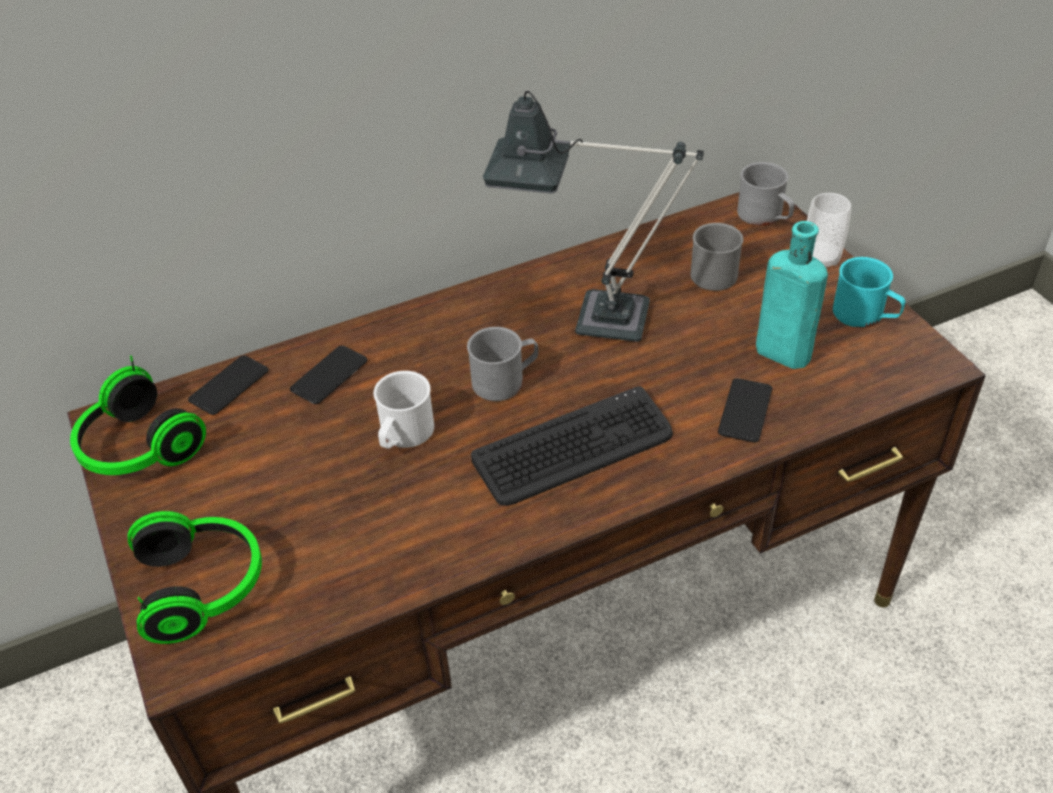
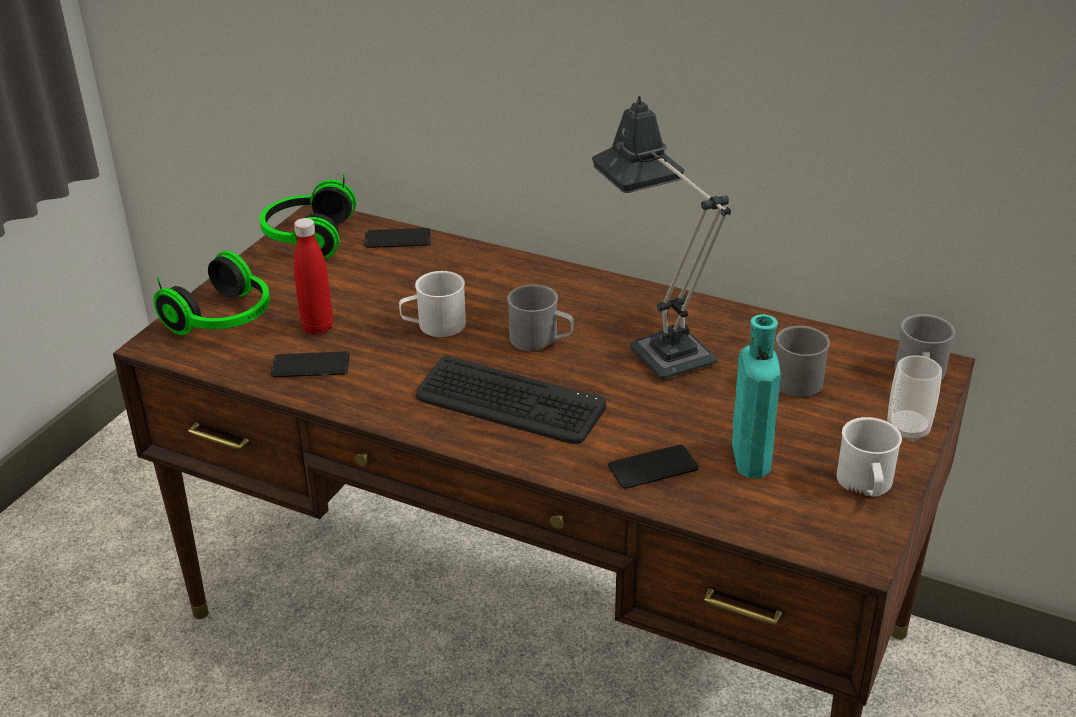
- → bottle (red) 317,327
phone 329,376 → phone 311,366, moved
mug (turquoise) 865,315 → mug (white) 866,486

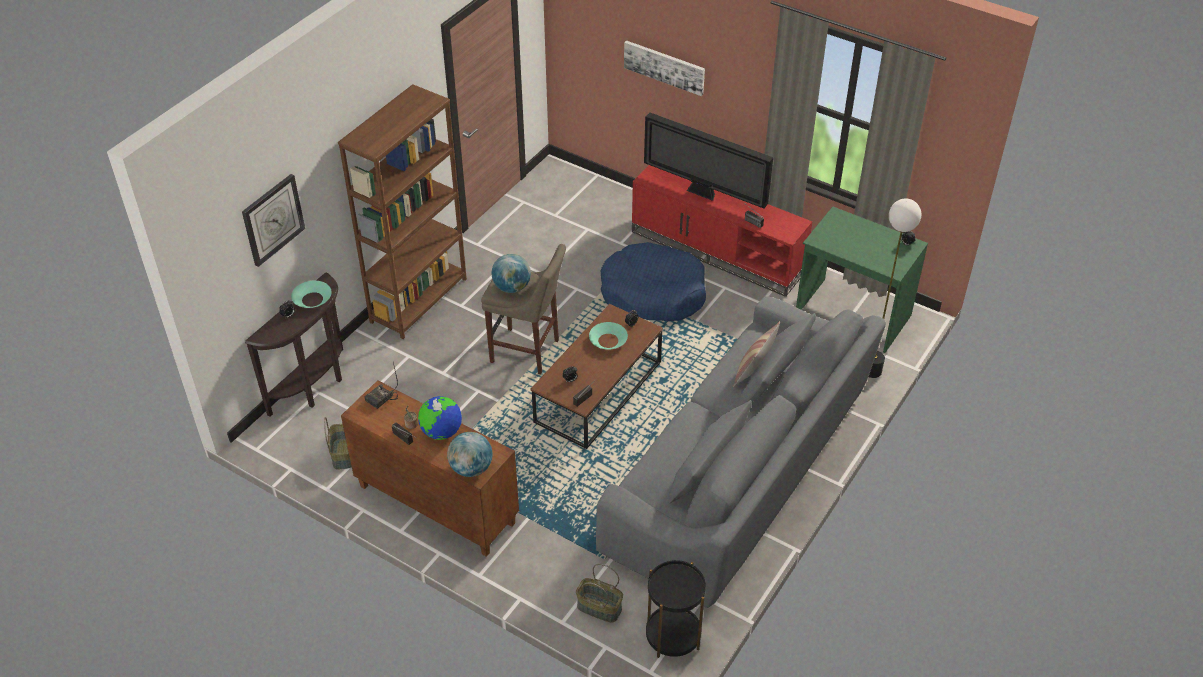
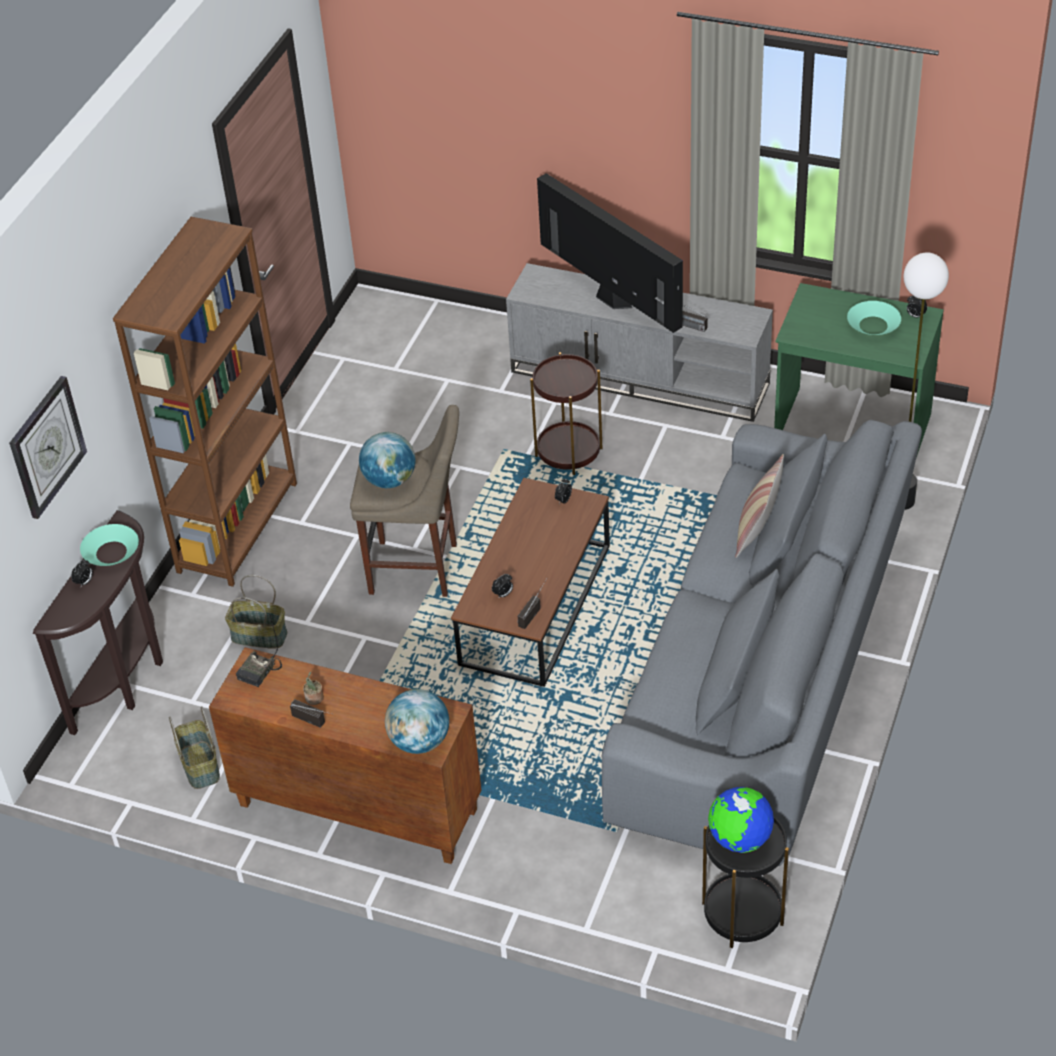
picture 664,67 → -
globe 441,432 → globe 740,839, moved
basket 598,608 → basket 258,636, moved
bowl (turquoise) 608,340 → bowl (turquoise) 873,325, moved
dog bed (blue) 653,293 → side table (brown) 568,452
tv stand (red) 718,252 → tv stand (grey) 641,377
television 703,194 → television 611,299, 150 degrees counterclockwise

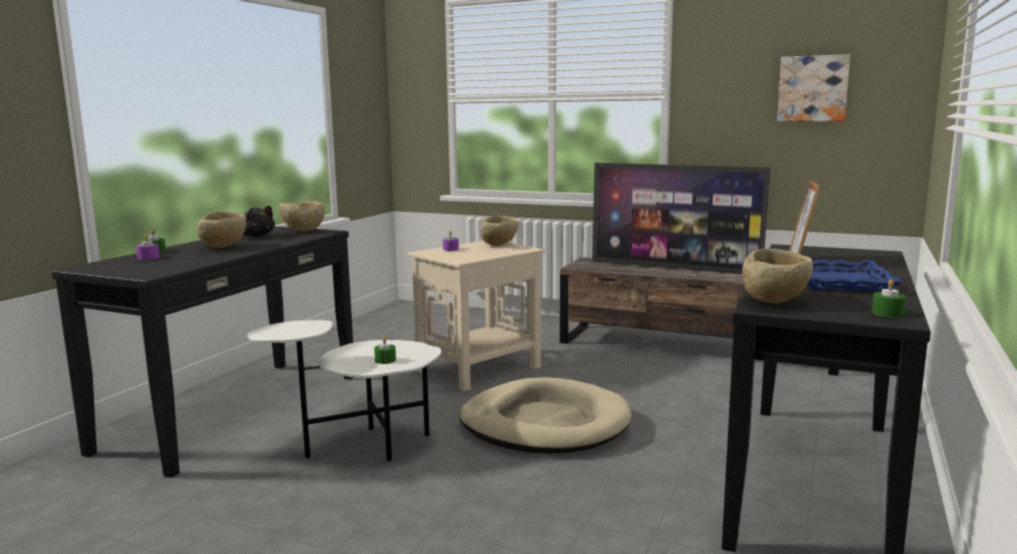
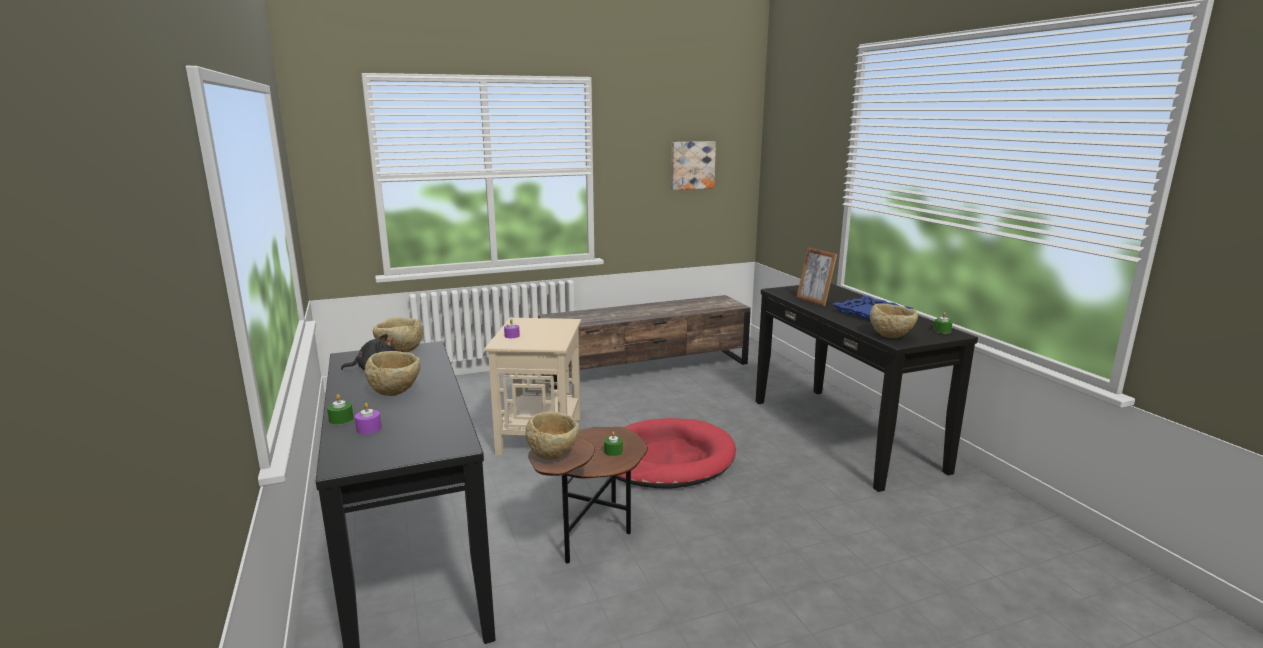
television 674,268 → -
bowl (beige) 499,245 → bowl (beige) 554,454, moved
side table (white) 362,447 → side table (brown) 590,534
dog bed (beige) 545,424 → dog bed (red) 667,459

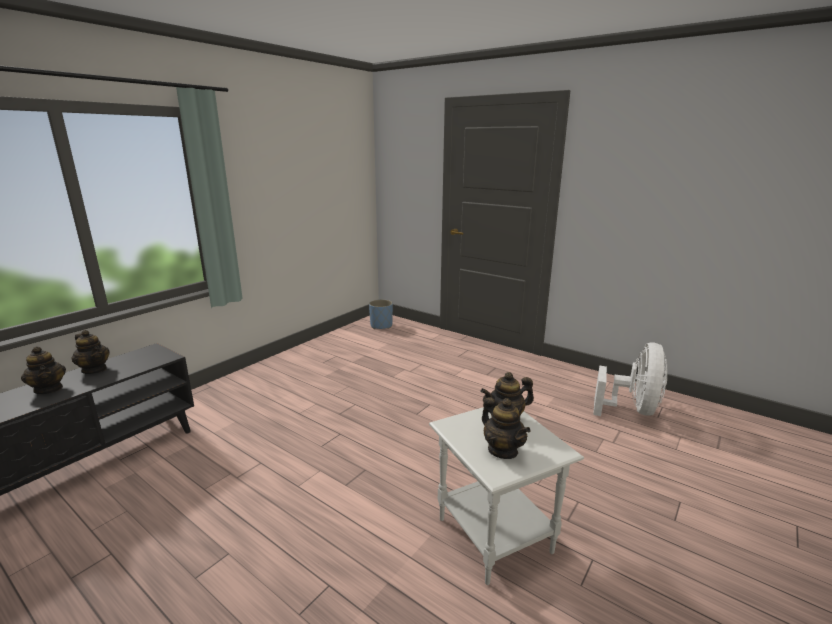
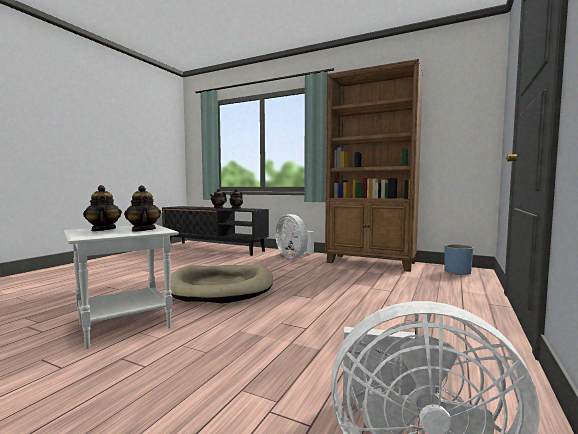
- → dog bed (beige) 221,287
- → fan (white) 294,257
- → bookcase (brown) 371,263
teapot 502,450 → teapot 103,230, 105 degrees clockwise

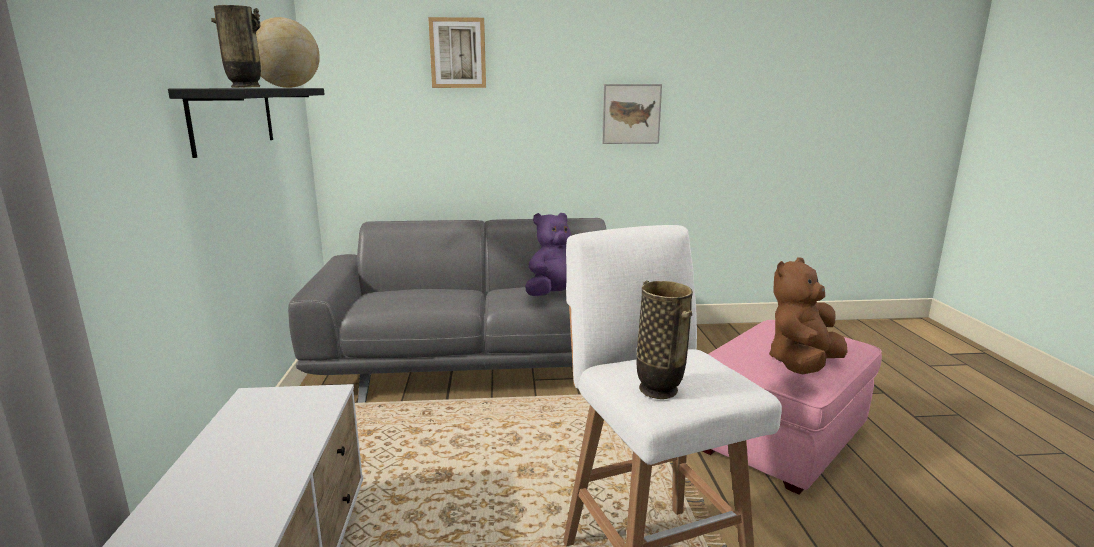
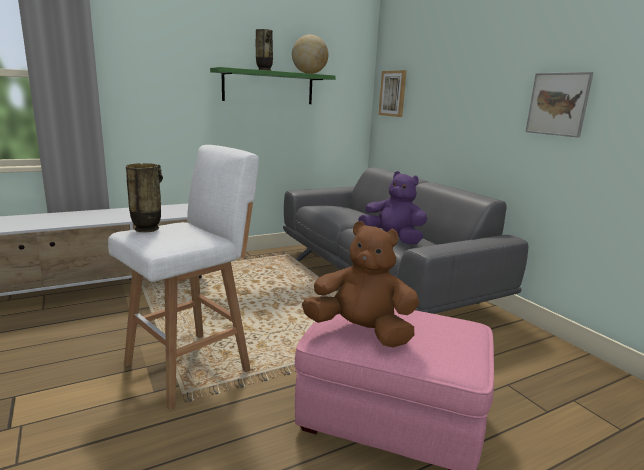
picture 458,53 → picture 393,93, moved
shelf (black) 233,118 → shelf (green) 268,87

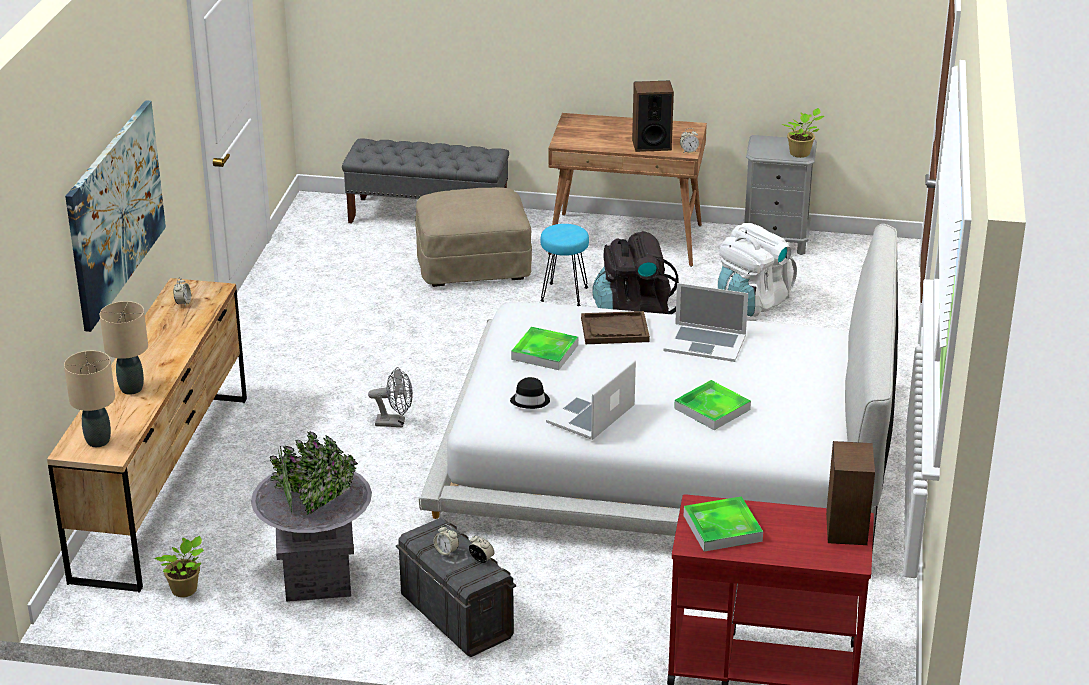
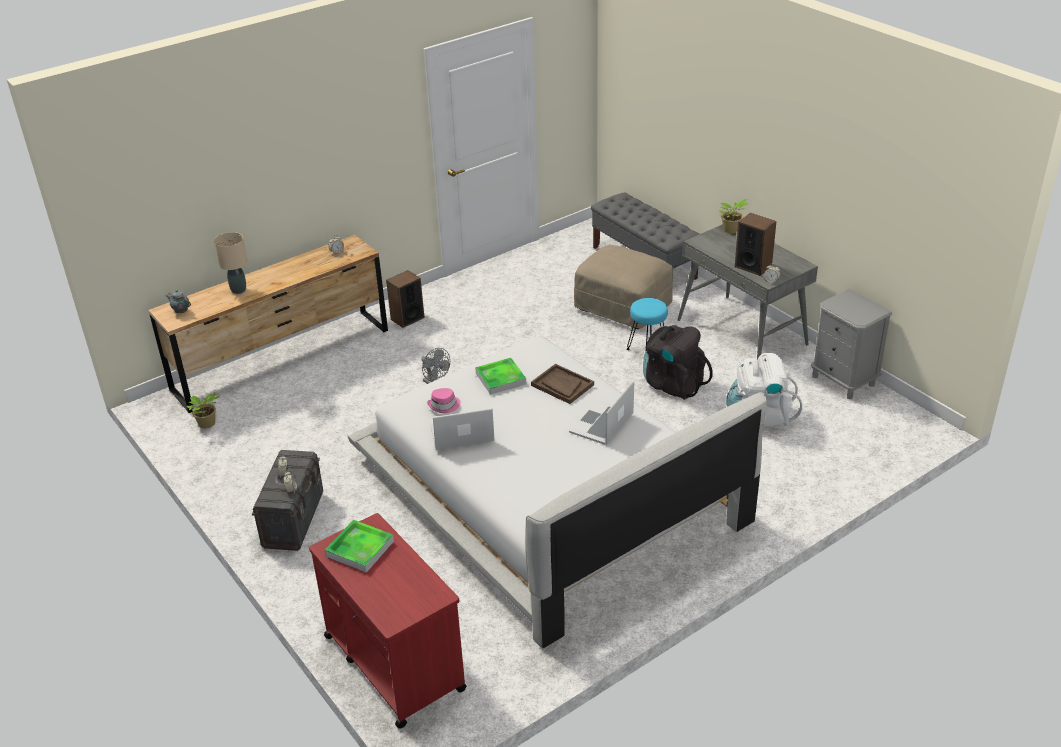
picture 115,212 → -
planter (grey) 317,578 → -
tray 712,409 → -
potted plant 801,154 → potted plant 731,230, moved
speaker 846,529 → speaker 407,318, moved
table lamp (beige) 98,441 → teapot 181,312
hat (black) 530,400 → hat (pink) 444,405
desk (brown) 626,239 → desk (grey) 742,332
laptop 705,342 → laptop 602,423, 60 degrees clockwise

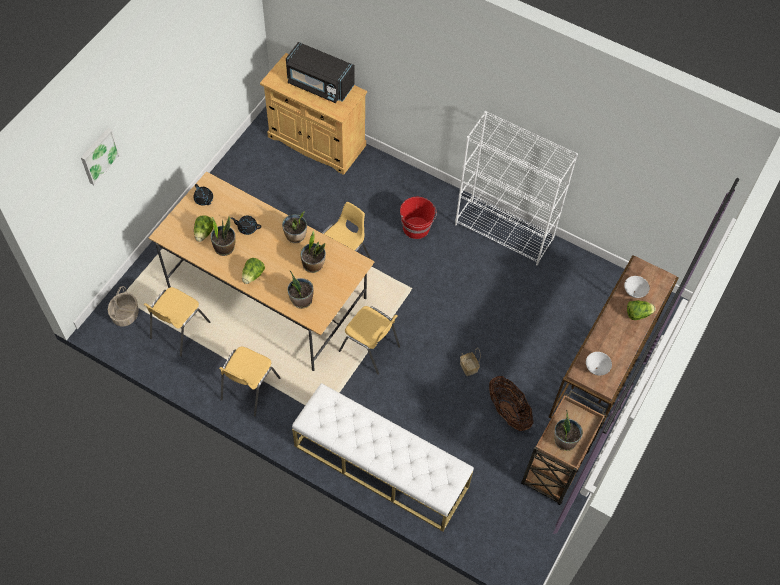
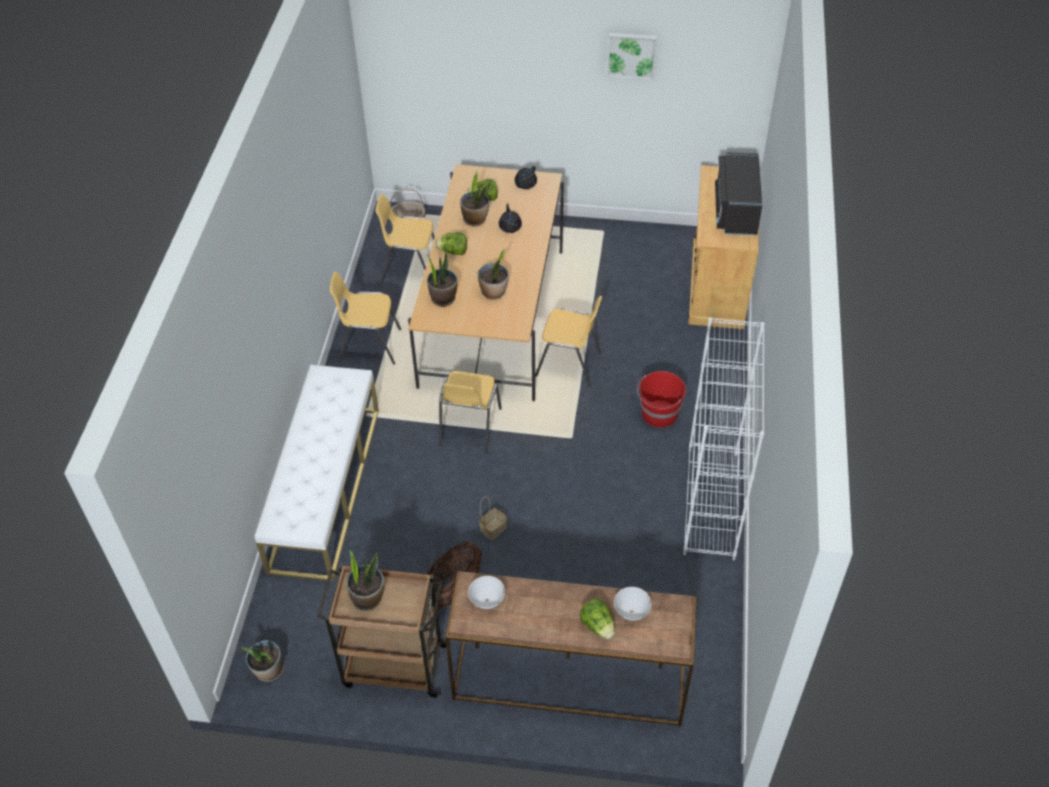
picture 98,155 → picture 631,54, moved
potted plant 295,236 → potted plant 269,670, moved

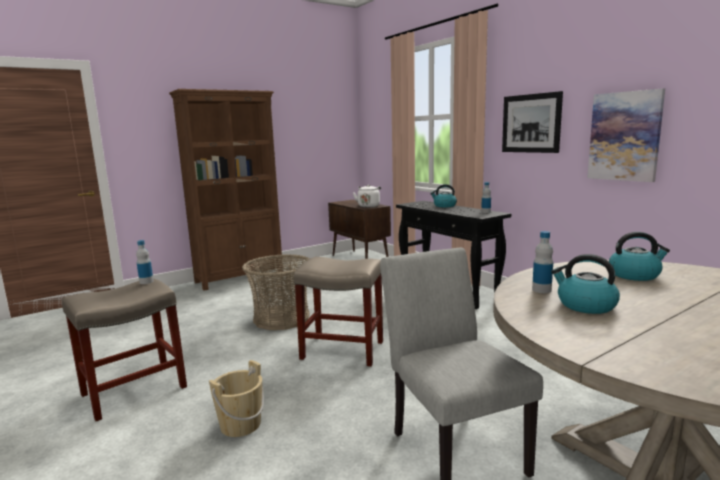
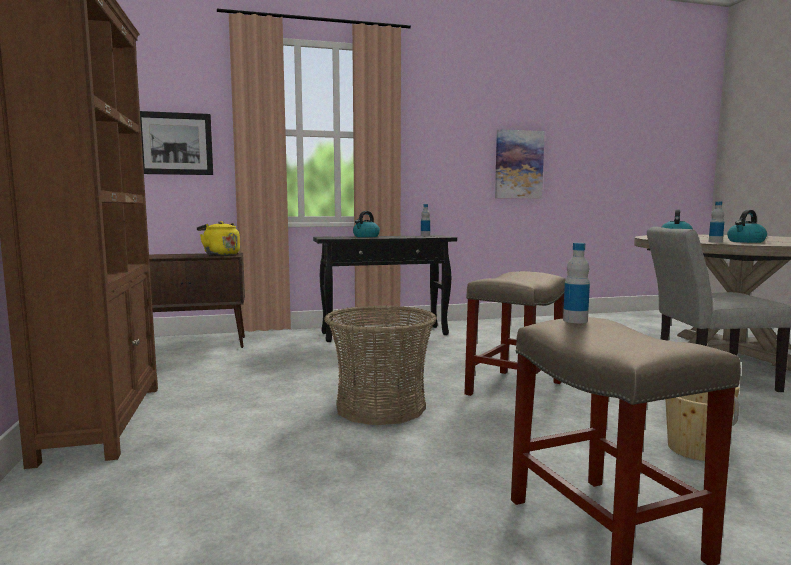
picture 531,123 → picture 175,143, moved
kettle (white) 369,206 → kettle (yellow) 220,254

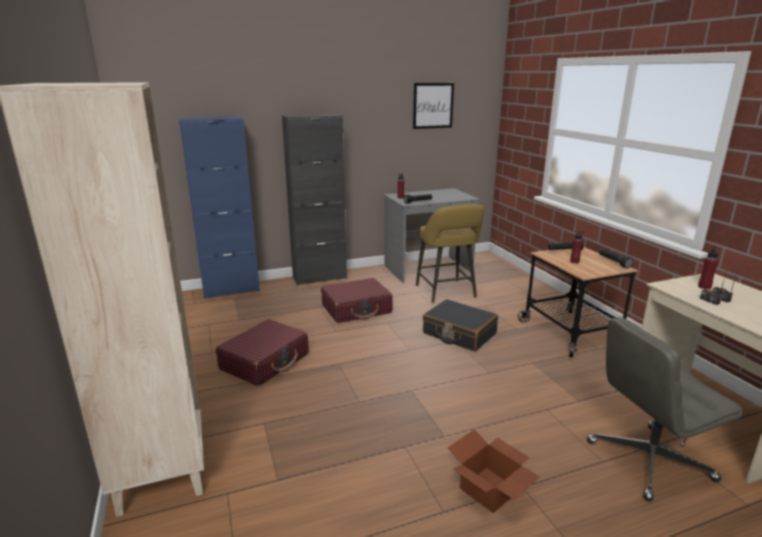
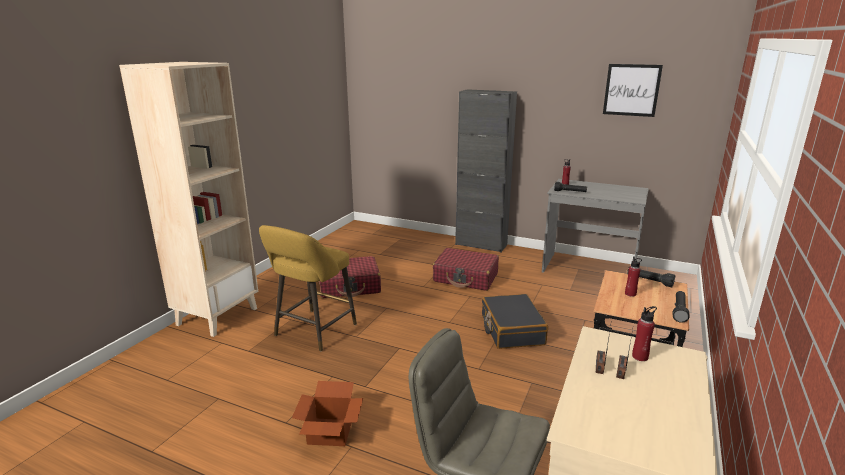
cabinet (blue) 231,290 → -
stool (yellow) 447,293 → stool (yellow) 313,332, moved

